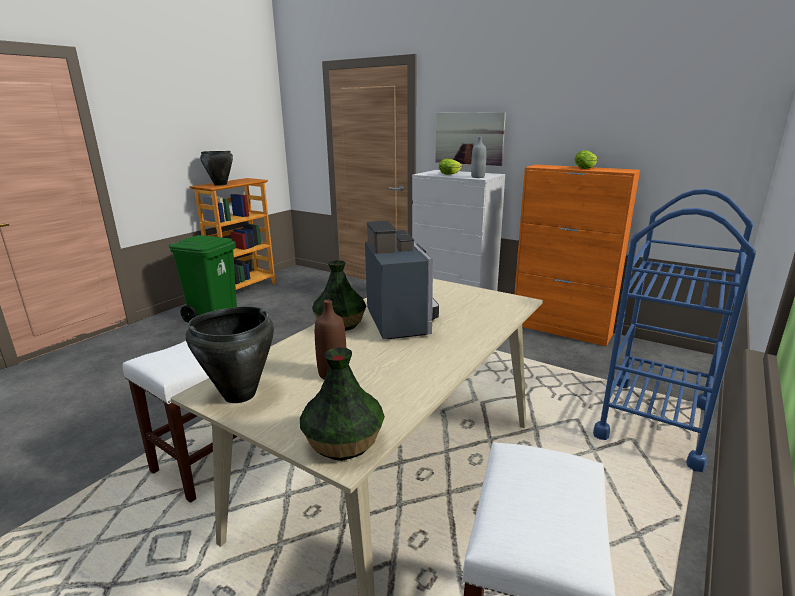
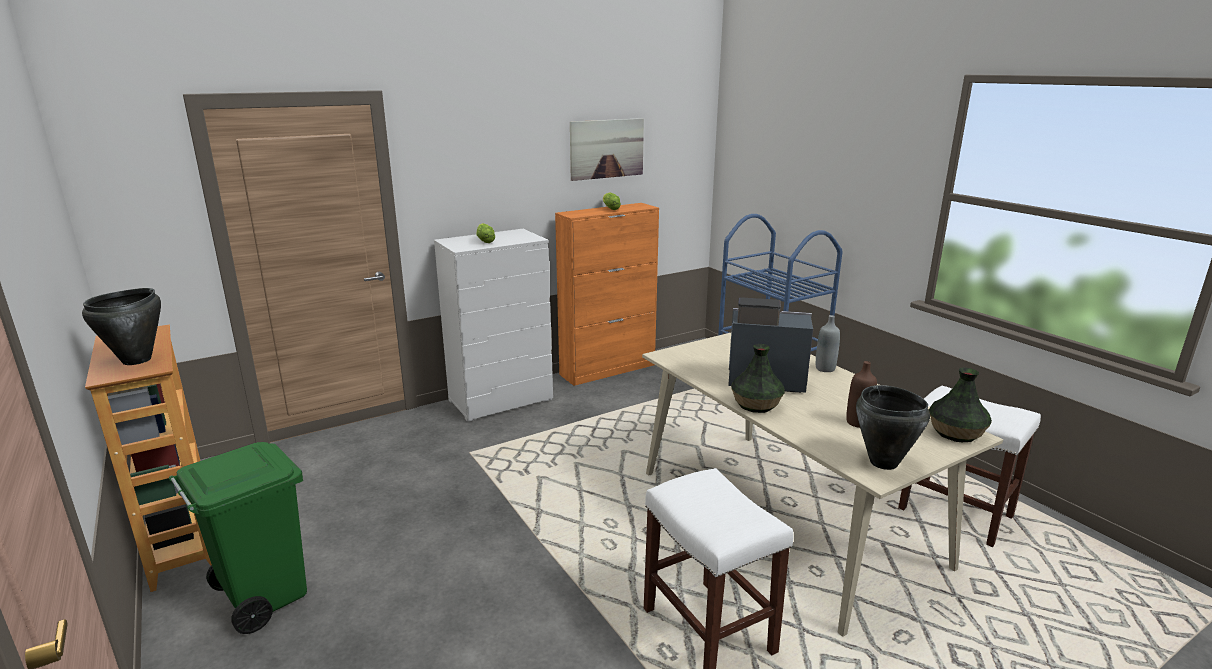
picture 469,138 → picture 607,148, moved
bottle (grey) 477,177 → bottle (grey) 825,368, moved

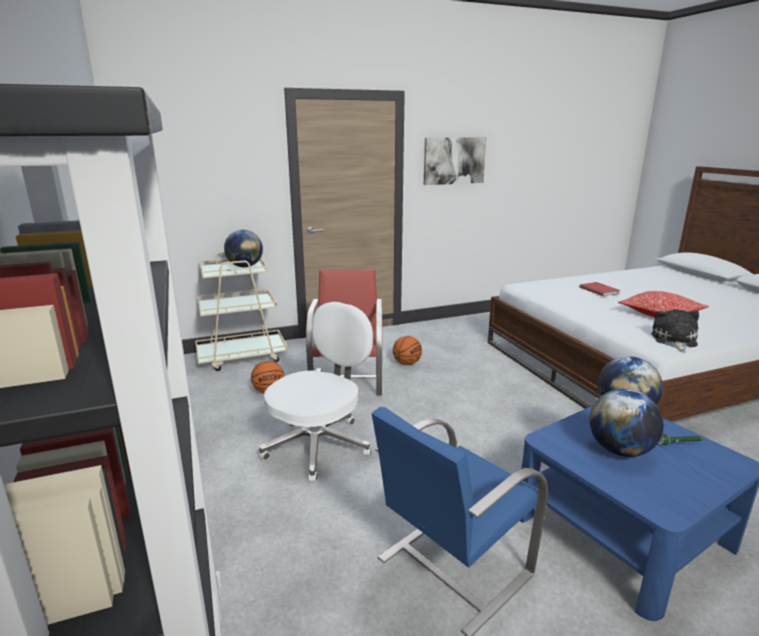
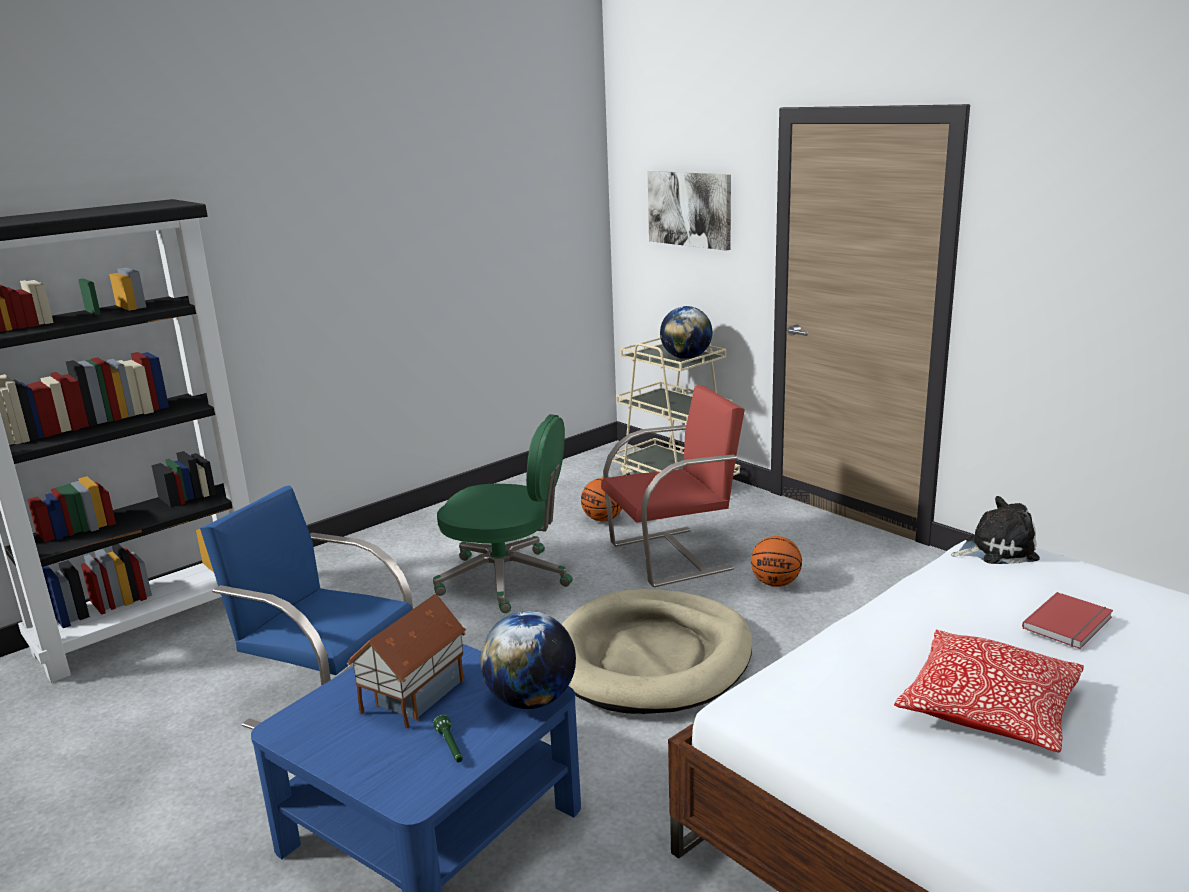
- → dog bed (beige) 651,658
picture 454,160 → picture 690,209, moved
plush toy 674,340 → plush toy 996,550, moved
globe 620,450 → toy house 412,696
office chair (white) 319,445 → office chair (green) 507,579

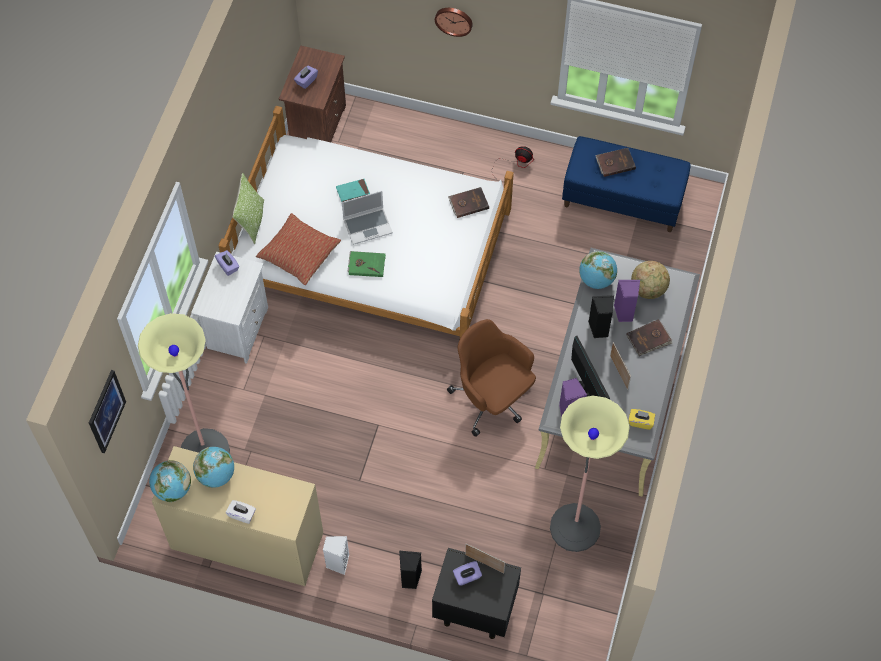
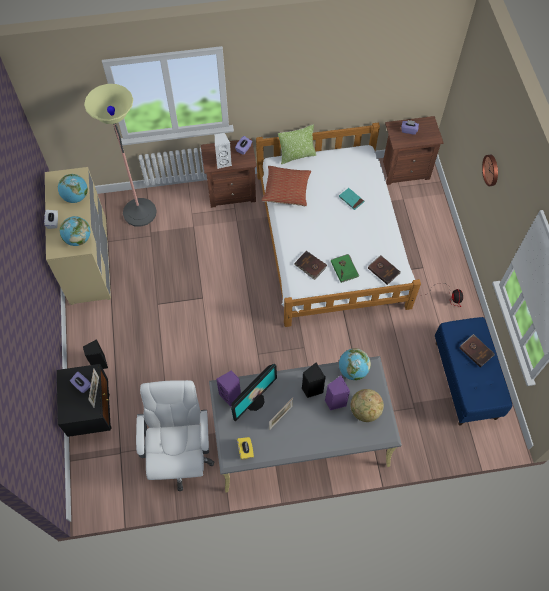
picture 106,411 → -
laptop 368,226 → -
office chair (brown) 492,399 → -
globe 172,489 → globe 78,239, moved
speaker (white) 337,562 → speaker (white) 223,162, moved
book (green) 366,264 → book (green) 344,268, moved
book (brown) 649,339 → book (brown) 310,266, moved
floor lamp 575,528 → office chair (white) 180,454
nightstand (white) 236,329 → nightstand (brown) 231,192

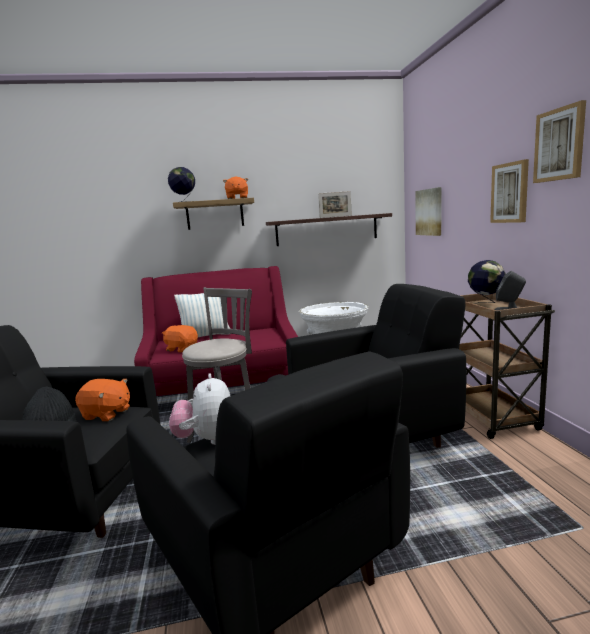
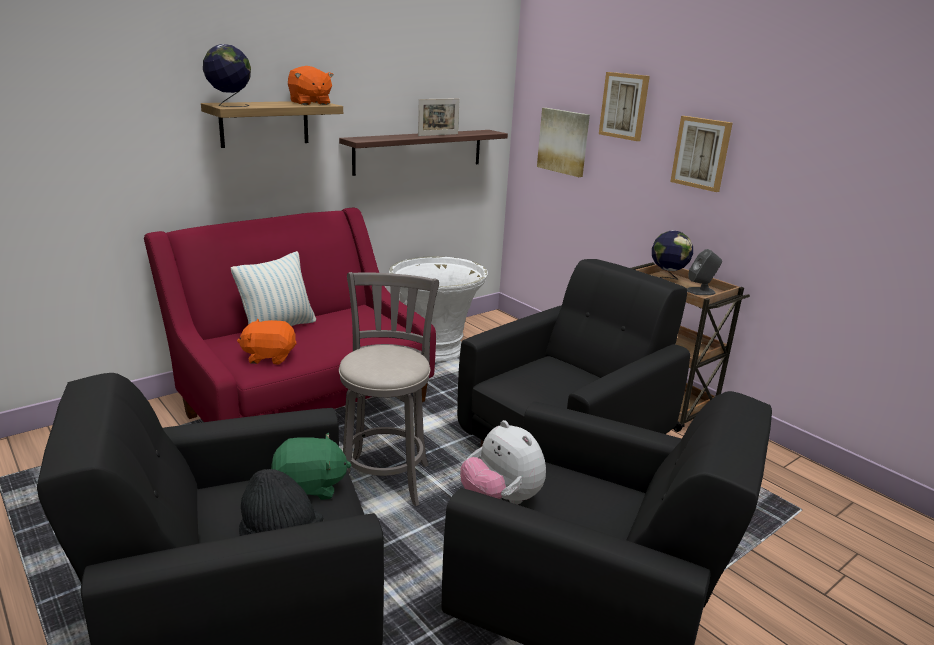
picture 559,144 → picture 624,106, moved
plush toy (orange) 106,414 → plush toy (green) 309,488

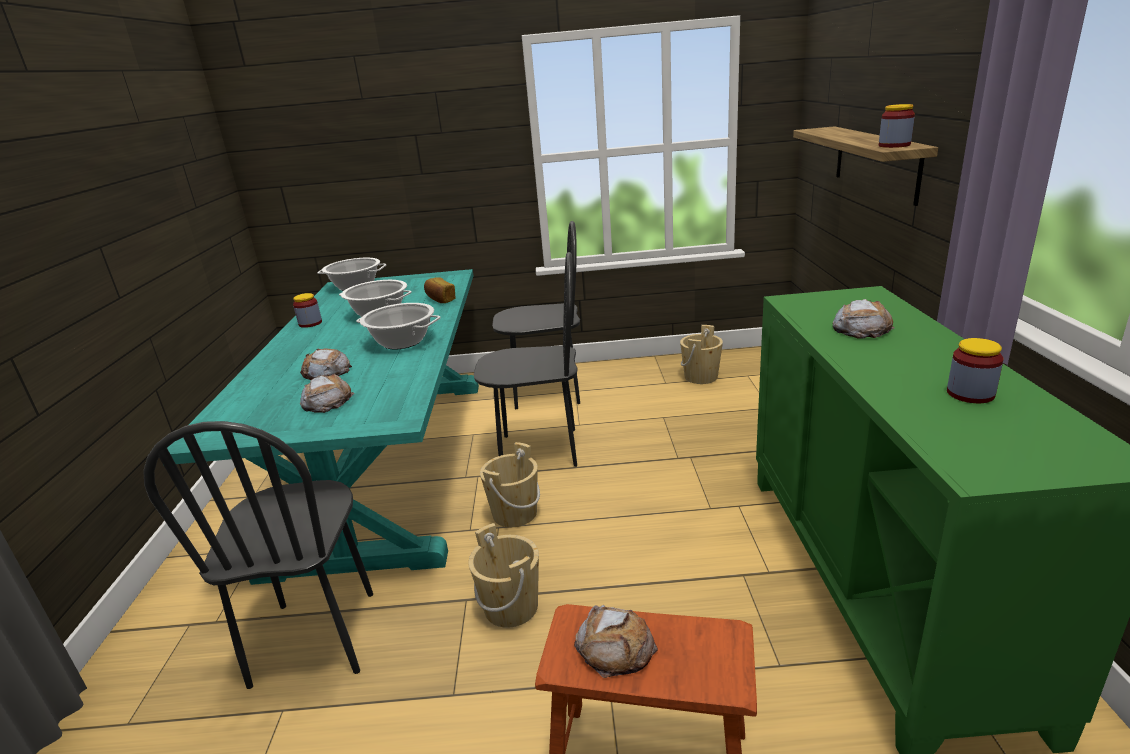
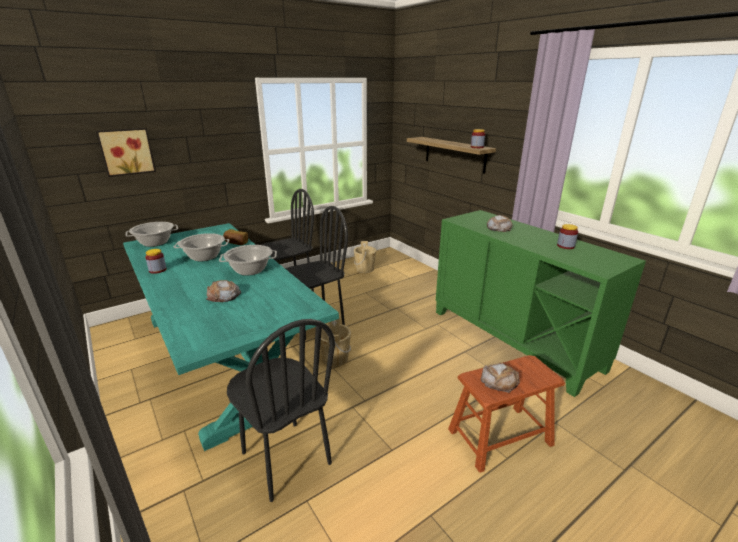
bread 327,401 → -
bucket (beige) 511,607 → -
- → picture 127,151

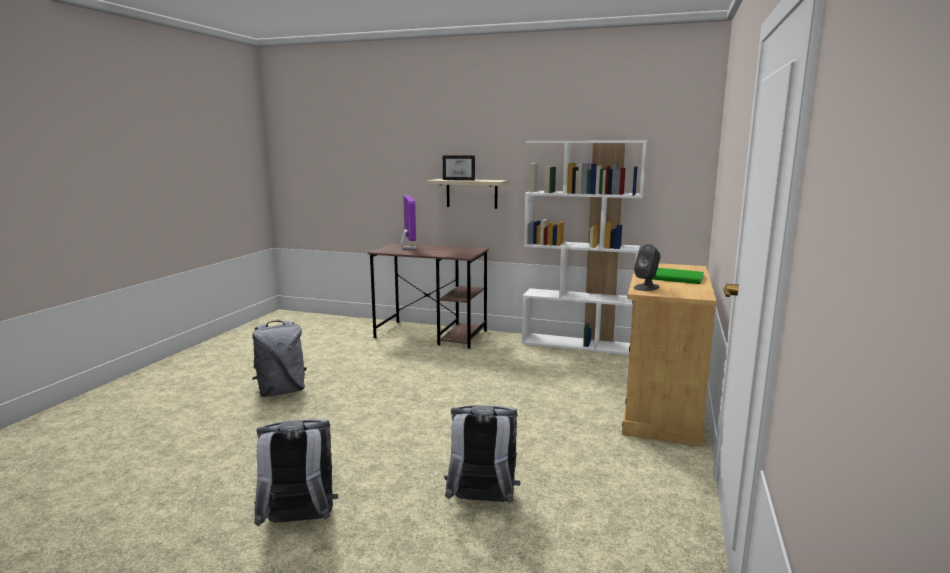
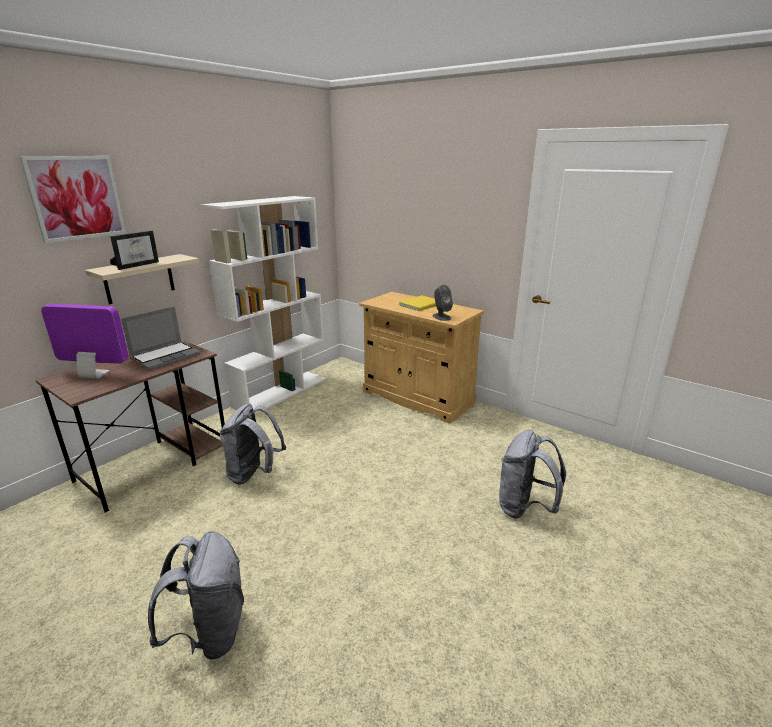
- → picture 76,198
- → laptop 166,356
backpack (grey) 299,523 → backpack (grey) 254,474, moved
book (green) 678,278 → book (yellow) 421,304

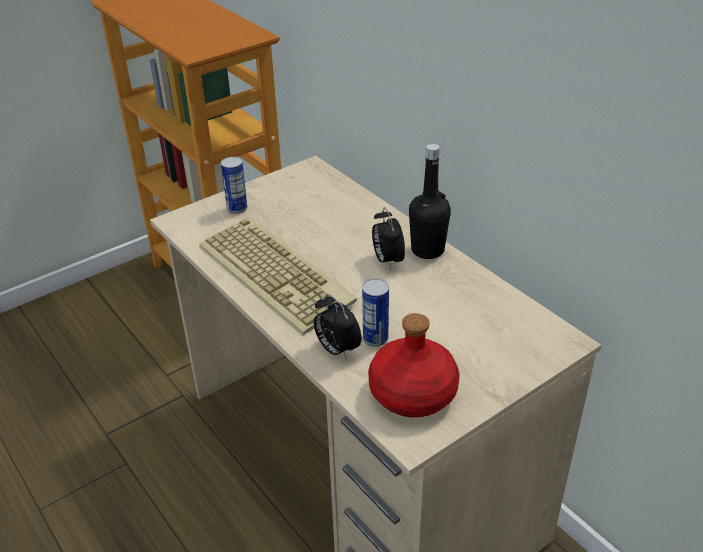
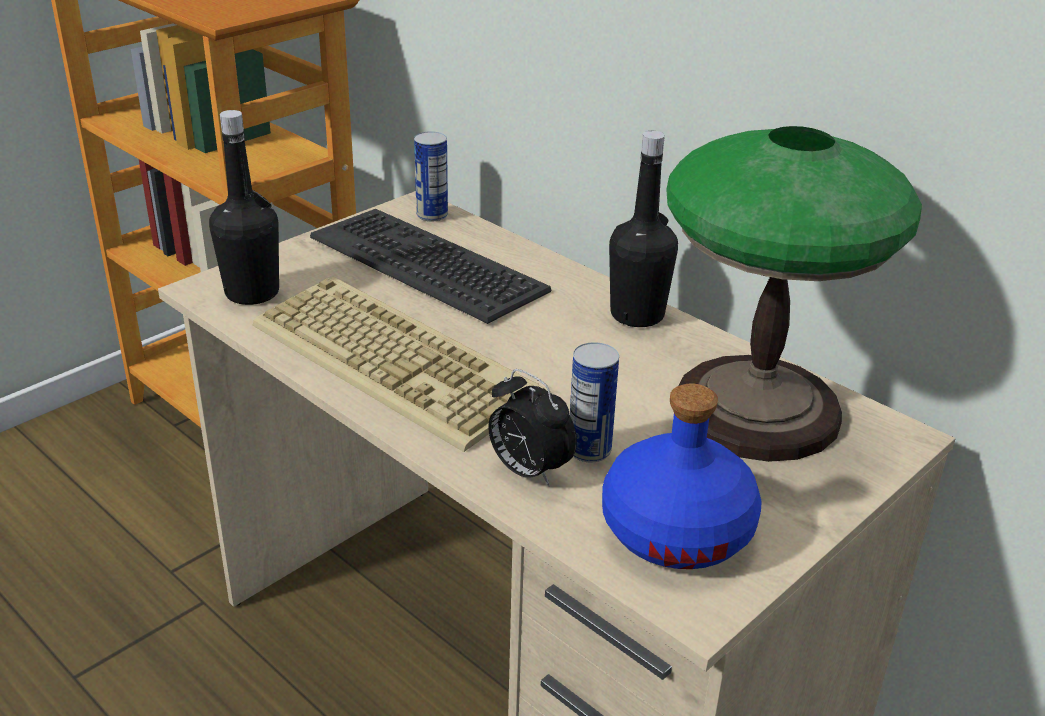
alarm clock 387,260 → -
- → bottle (black) 252,293
- → keyboard 428,264
- → table lamp 755,409
can 237,208 → can 432,215, moved
bottle (red) 413,392 → bottle (blue) 676,530

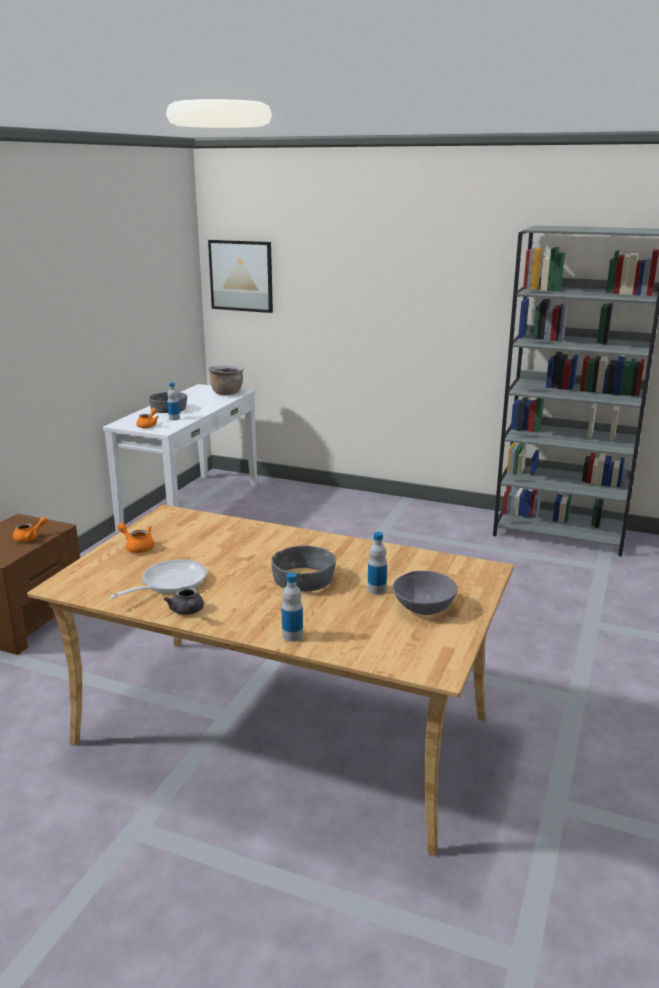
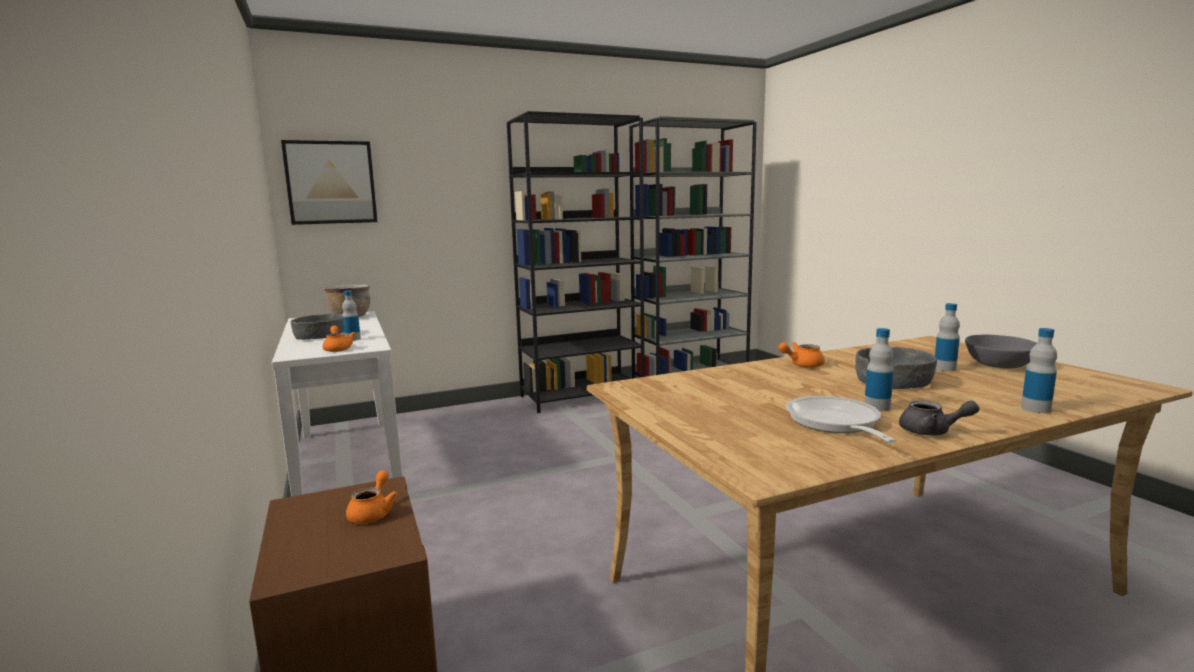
- → bookcase (black) 582,396
- → bottle 877,407
teapot (orange) 137,547 → teapot (orange) 802,365, moved

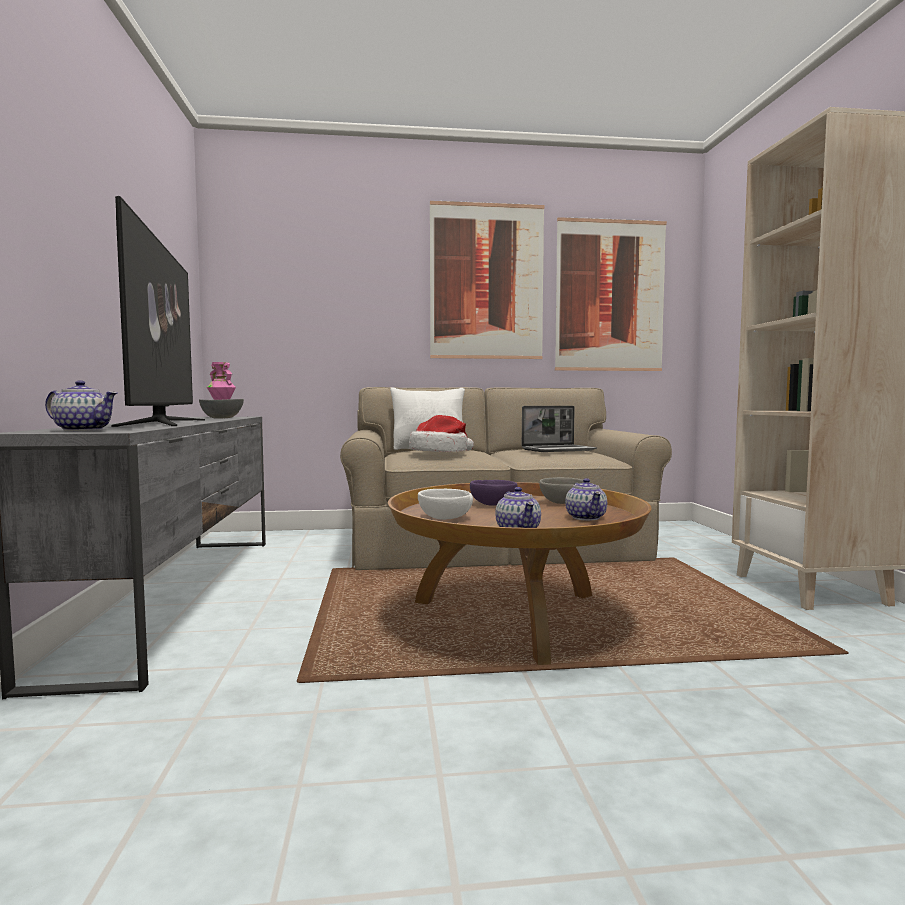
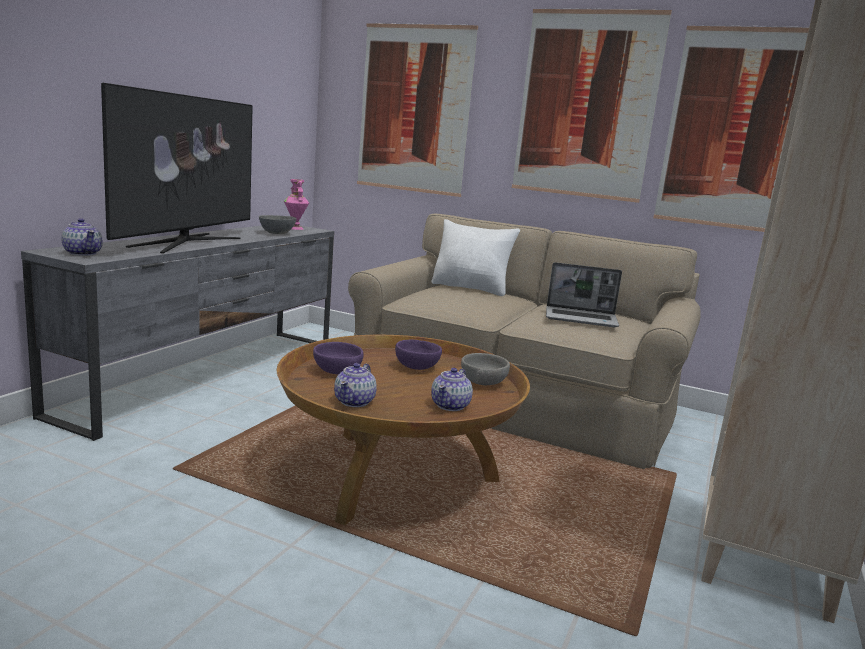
hat 440,452 → -
- → picture 414,109
bowl (white) 444,518 → bowl (purple) 338,371

